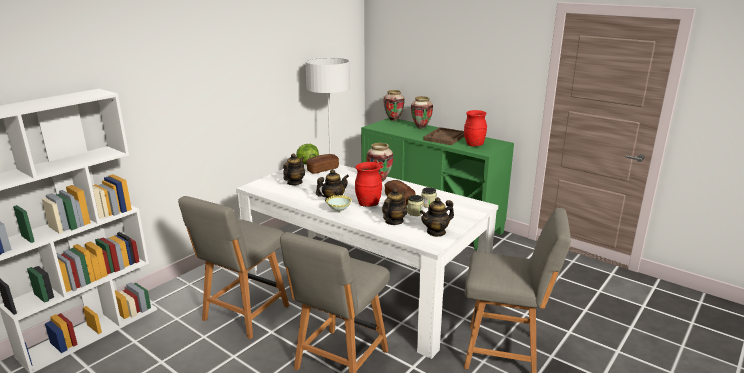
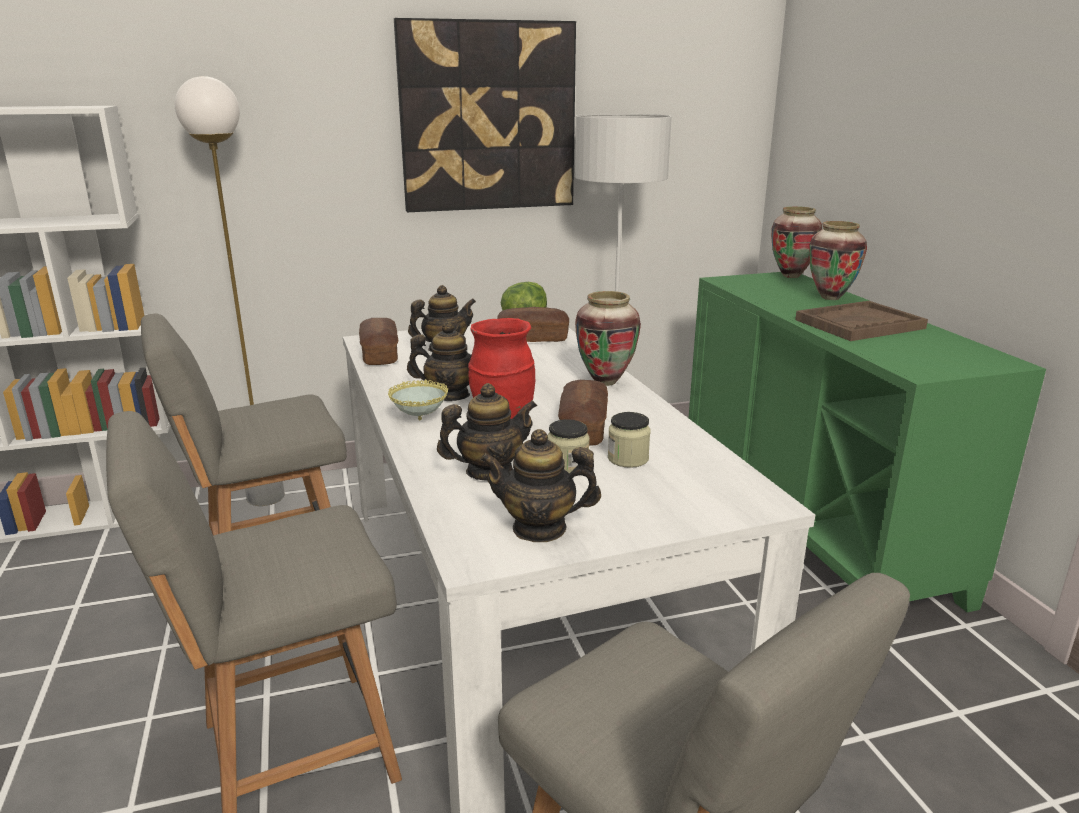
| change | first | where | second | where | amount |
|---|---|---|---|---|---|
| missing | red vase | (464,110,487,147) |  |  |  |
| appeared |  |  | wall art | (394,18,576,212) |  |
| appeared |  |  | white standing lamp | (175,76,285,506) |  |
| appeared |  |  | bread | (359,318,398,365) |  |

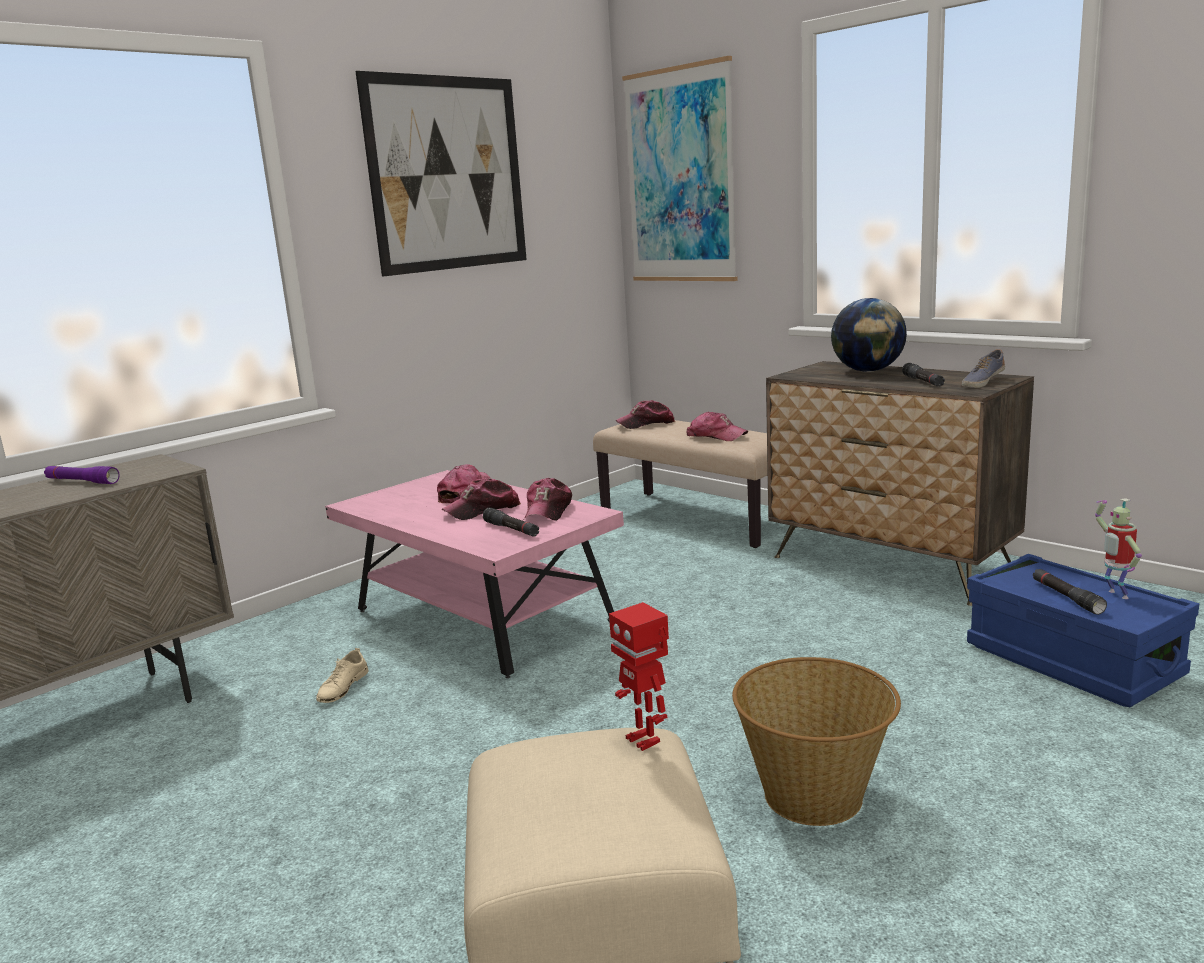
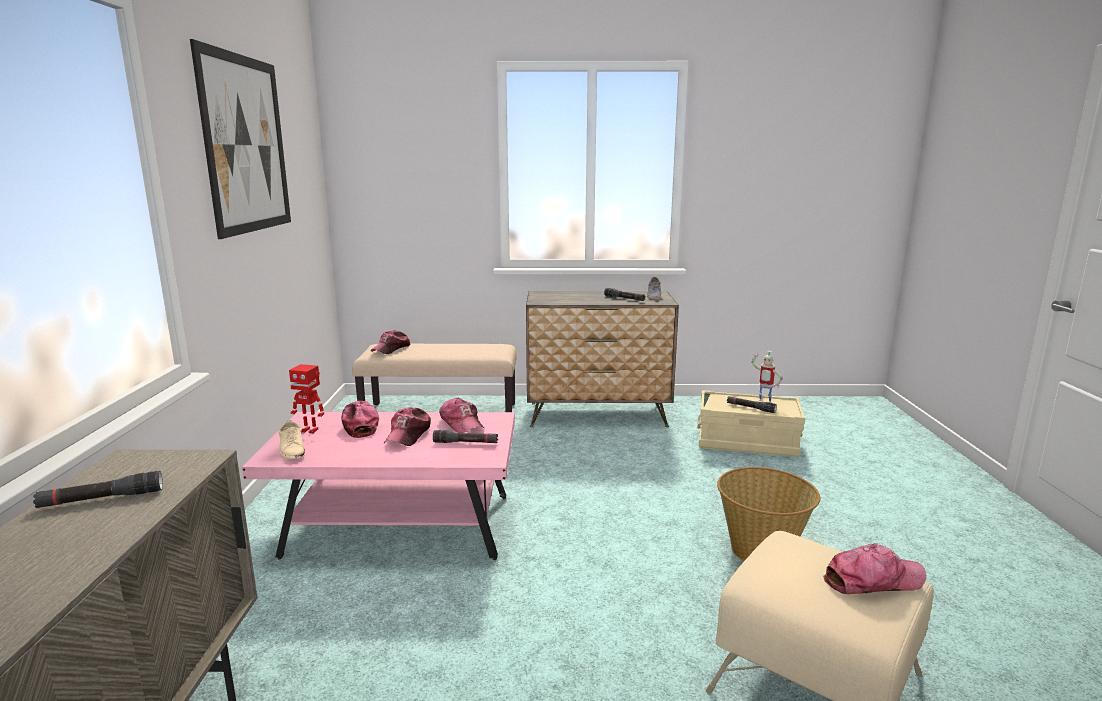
| change | first | where | second | where | amount |
|---|---|---|---|---|---|
| missing | wall art | (622,56,738,281) |  |  |  |
| missing | globe | (831,298,907,372) |  |  |  |
| relocated | cap | (686,411,748,441) |  | (823,543,926,594) |  |
| colour | purplish hand torch | (44,466,120,484) | black hand torch | (33,471,163,508) |  |
| colour | bluish storage container | (967,554,1199,707) | beige-coloured storage container | (697,390,805,457) |  |
| relocated | robot figure | (609,602,669,751) |  | (289,364,324,434) |  |
| relocated | beige-coloured shoe | (316,648,369,703) |  | (279,420,305,459) |  |

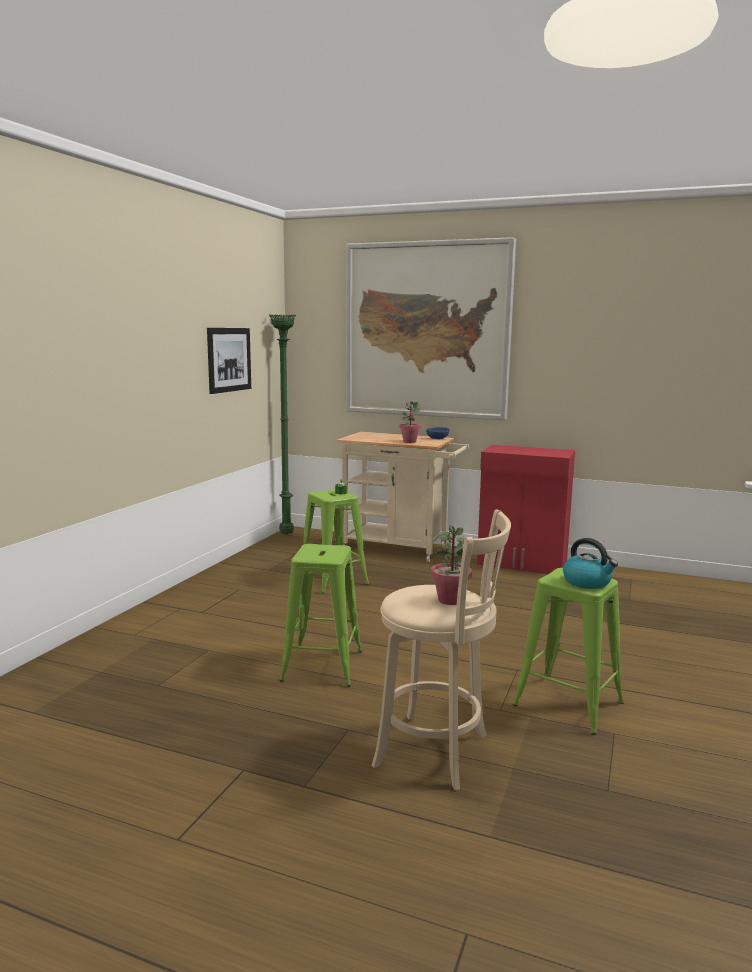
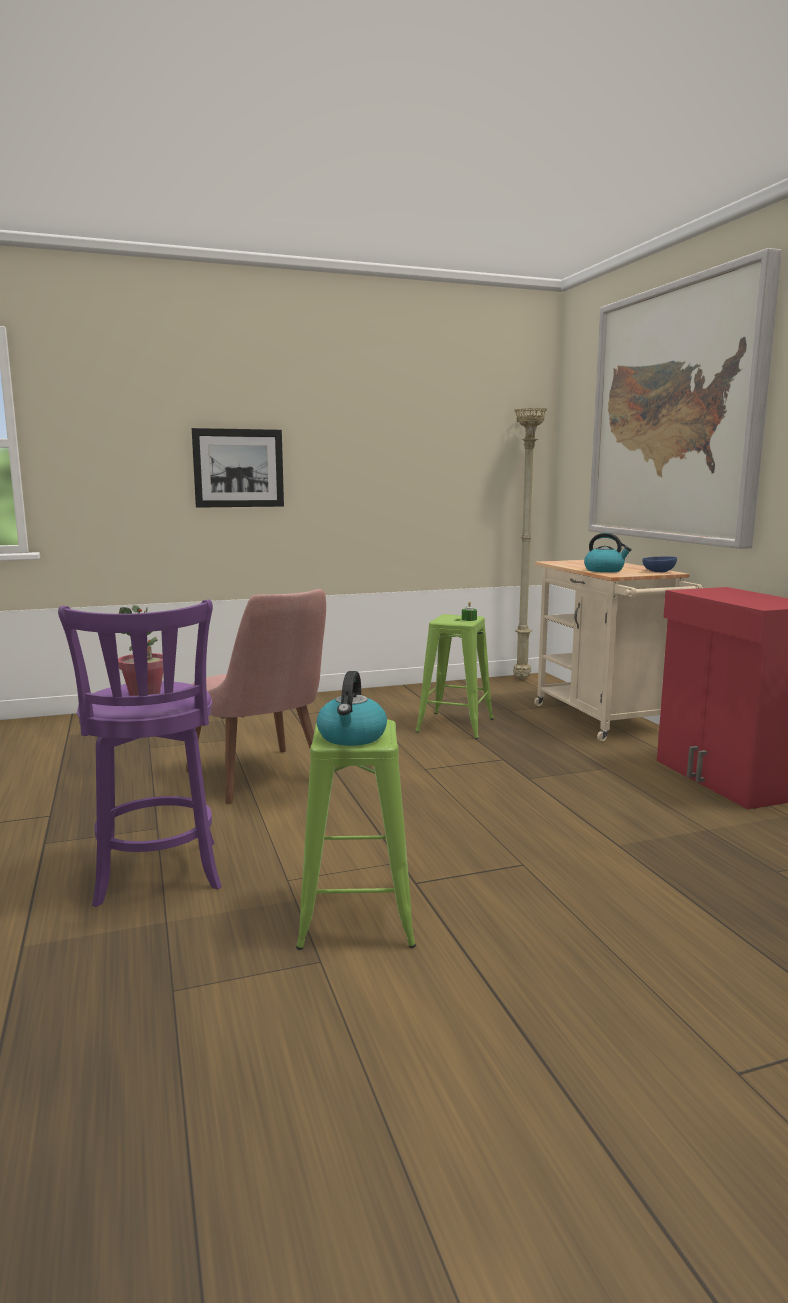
| change | first | where | second | where | amount |
|---|---|---|---|---|---|
| colour | green-coloured standing lamp | (269,314,296,535) | beige-coloured standing lamp | (513,407,547,679) |  |
| relocated | wall art | (207,328,251,394) |  | (192,428,284,508) |  |
| exchanged | plant in a pot | (399,401,421,443) | kettle | (584,533,632,572) |  |
| colour | beige-coloured stool | (372,509,511,791) | purplish stool | (58,599,222,907) |  |
| exchanged | green-coloured stool | (279,544,362,687) | pink-coloured plain chair | (186,589,326,804) |  |

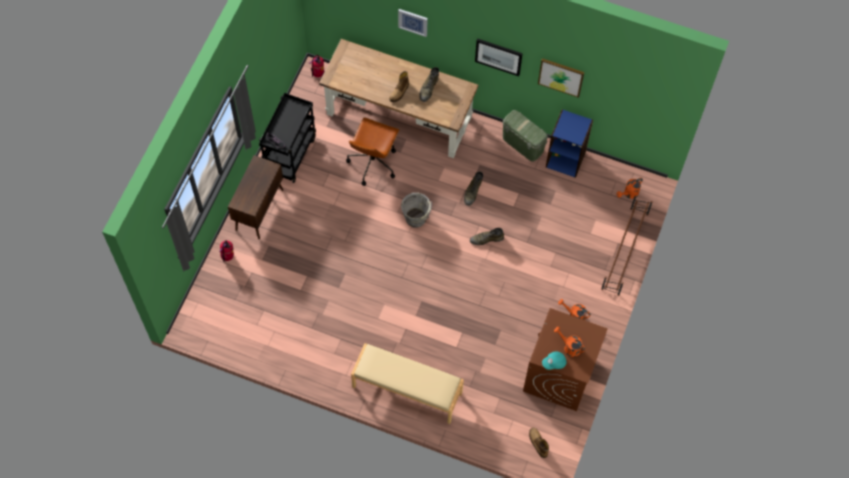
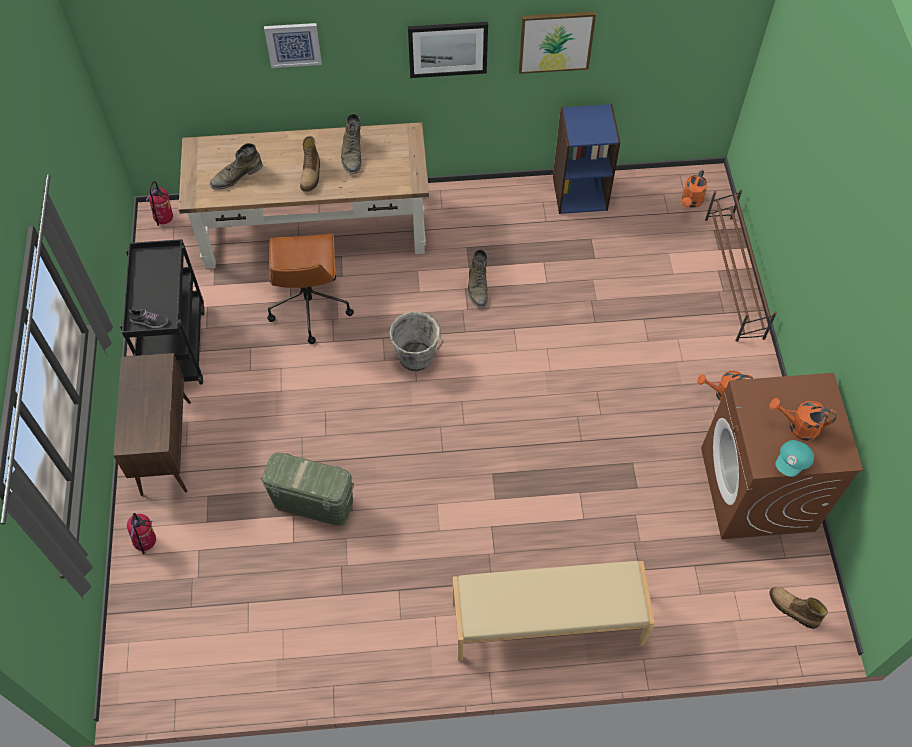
| change | first | where | second | where | amount |
|---|---|---|---|---|---|
| relocated | green-coloured storage container | (502,110,548,162) |  | (261,452,354,526) |  |
| relocated | green-coloured boot | (470,228,504,245) |  | (210,143,263,190) |  |

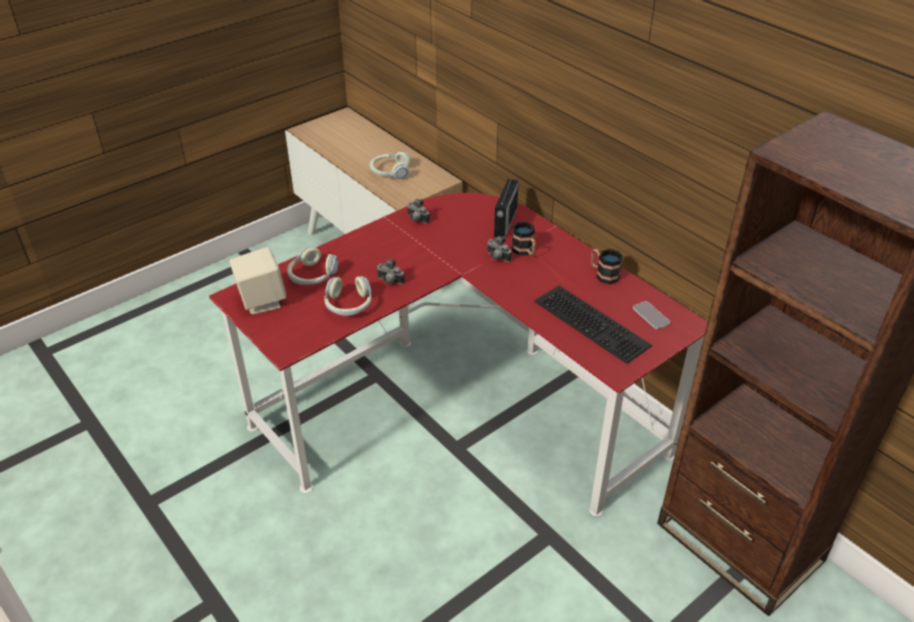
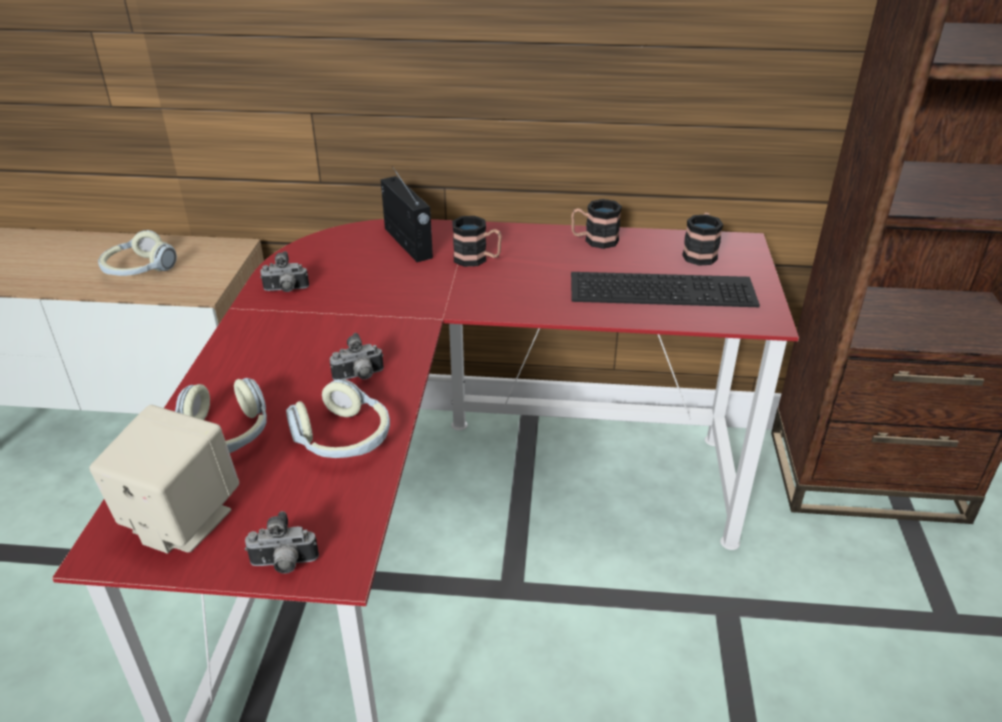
| change | first | where | second | where | amount |
|---|---|---|---|---|---|
| relocated | photo camera | (487,236,512,262) |  | (245,511,319,574) |  |
| exchanged | telephone | (633,301,670,329) | tea mug | (682,213,723,266) |  |

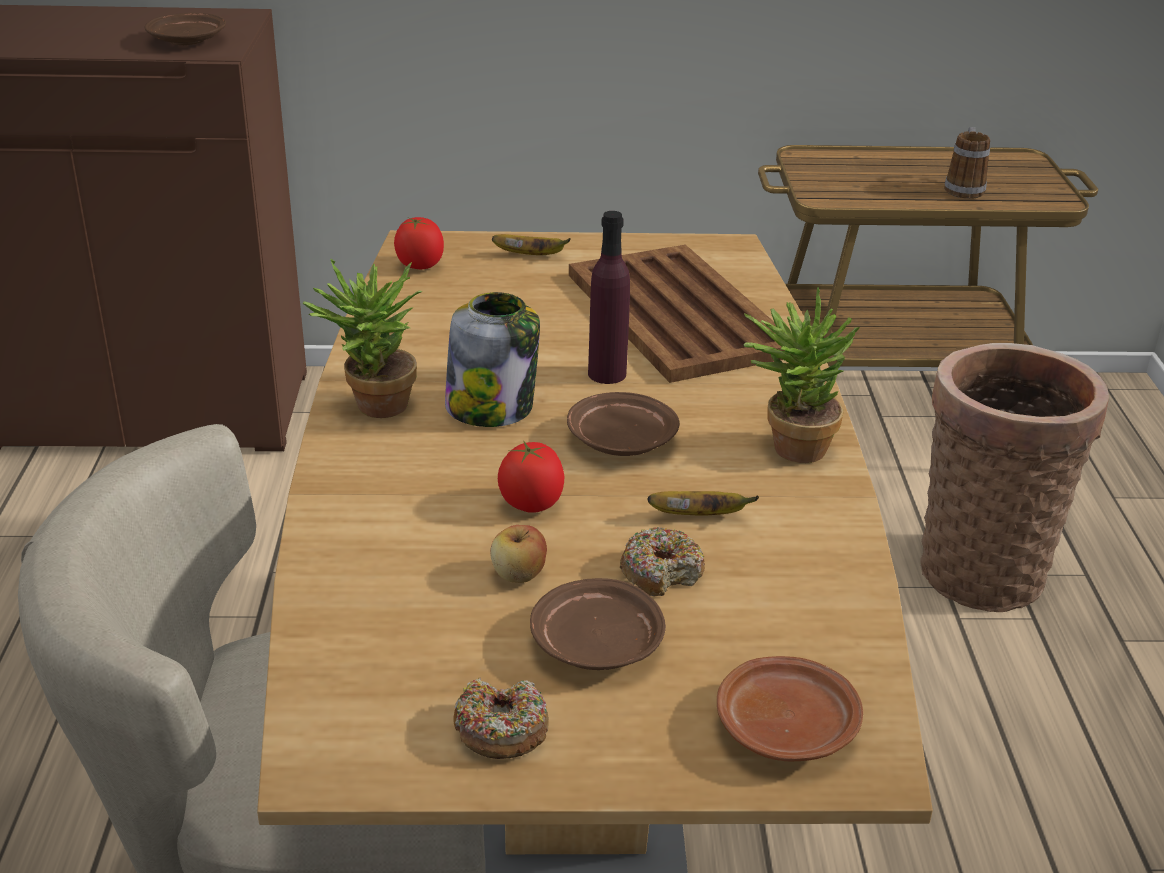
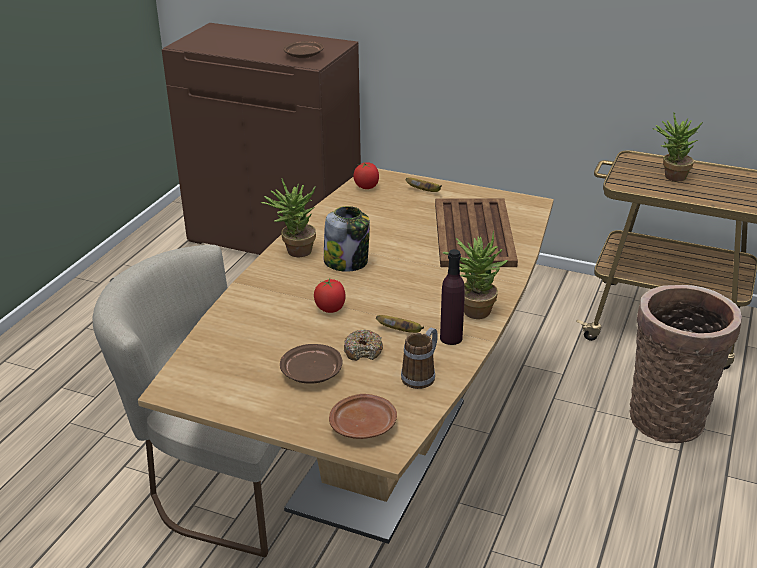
| change | first | where | second | where | amount |
|---|---|---|---|---|---|
| relocated | tea mug | (944,127,990,199) |  | (401,328,438,389) |  |
| relocated | purplish drink bottle | (588,211,630,384) |  | (440,249,465,345) |  |
| missing | brown dinner plate | (567,392,680,456) |  |  |  |
| missing | apple | (490,525,547,583) |  |  |  |
| missing | ring doughnut | (453,677,549,759) |  |  |  |
| appeared |  |  | plant in a pot | (653,112,703,181) |  |

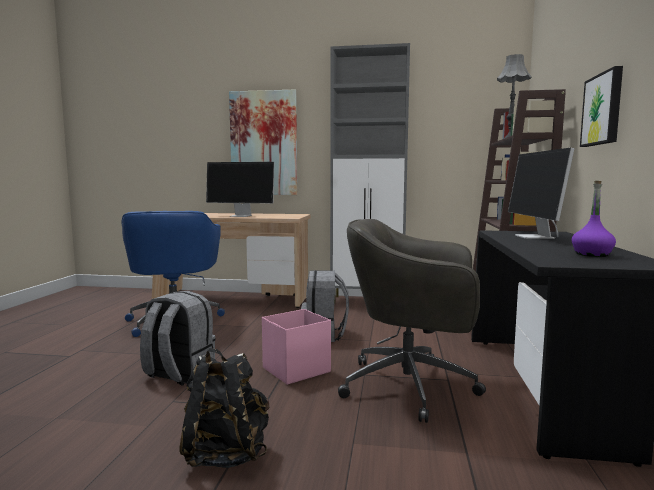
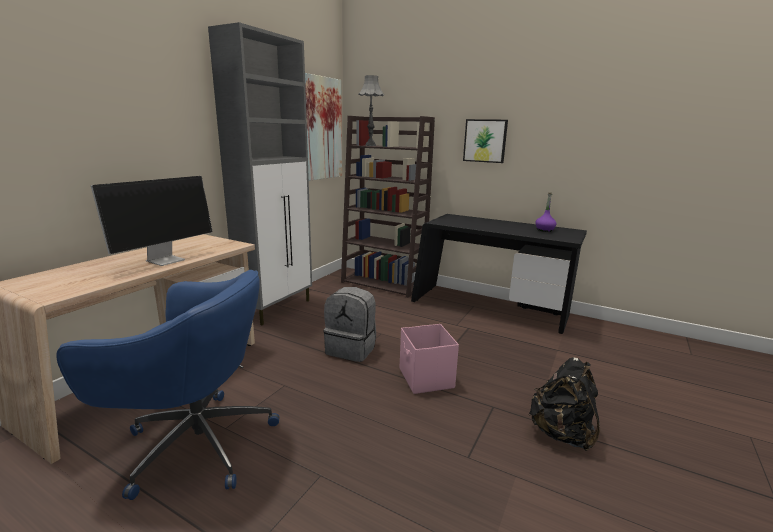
| change | first | where | second | where | amount |
|---|---|---|---|---|---|
| relocated | wall art | (229,90,297,195) |  | (305,73,342,181) |  |
| missing | computer display | (508,148,574,239) |  |  |  |
| missing | gray computer chair | (338,219,486,423) |  |  |  |
| missing | gray backpack | (140,291,216,385) |  |  |  |

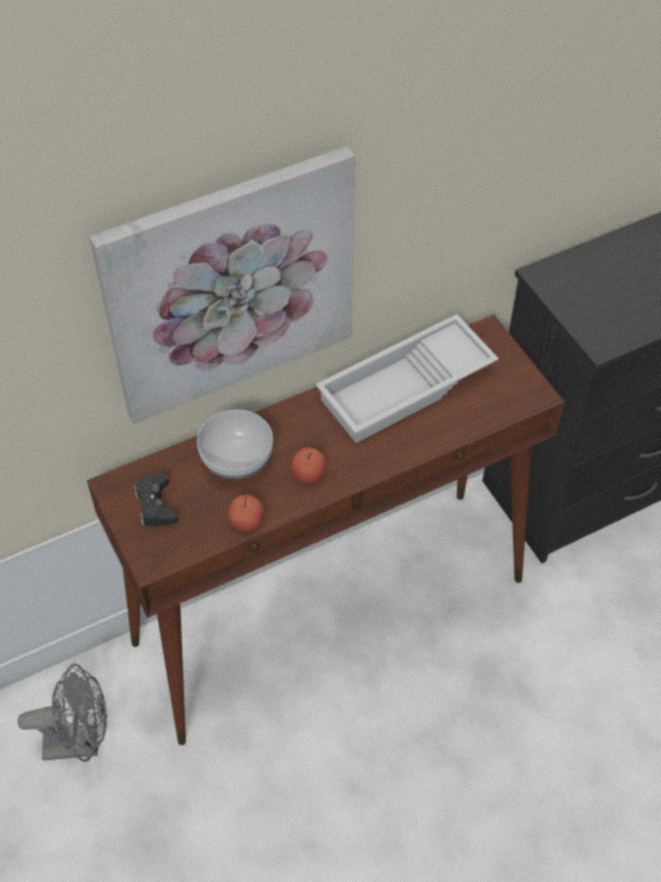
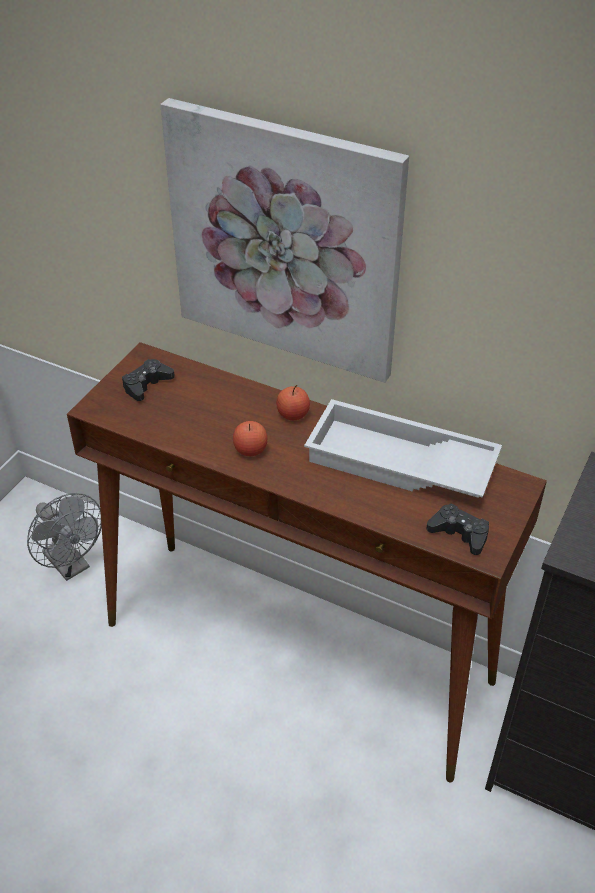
| change | first | where | second | where | amount |
|---|---|---|---|---|---|
| missing | bowl | (197,409,273,479) |  |  |  |
| relocated | apple | (228,495,264,532) |  | (276,385,310,420) |  |
| appeared |  |  | black game controller | (426,503,489,555) |  |

